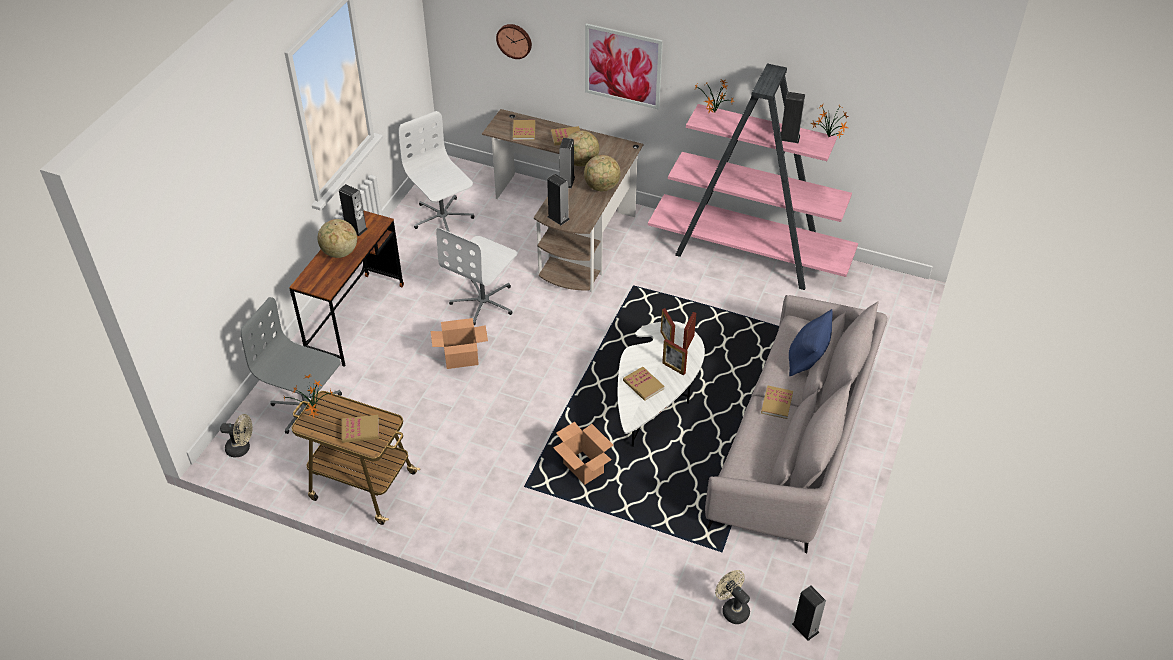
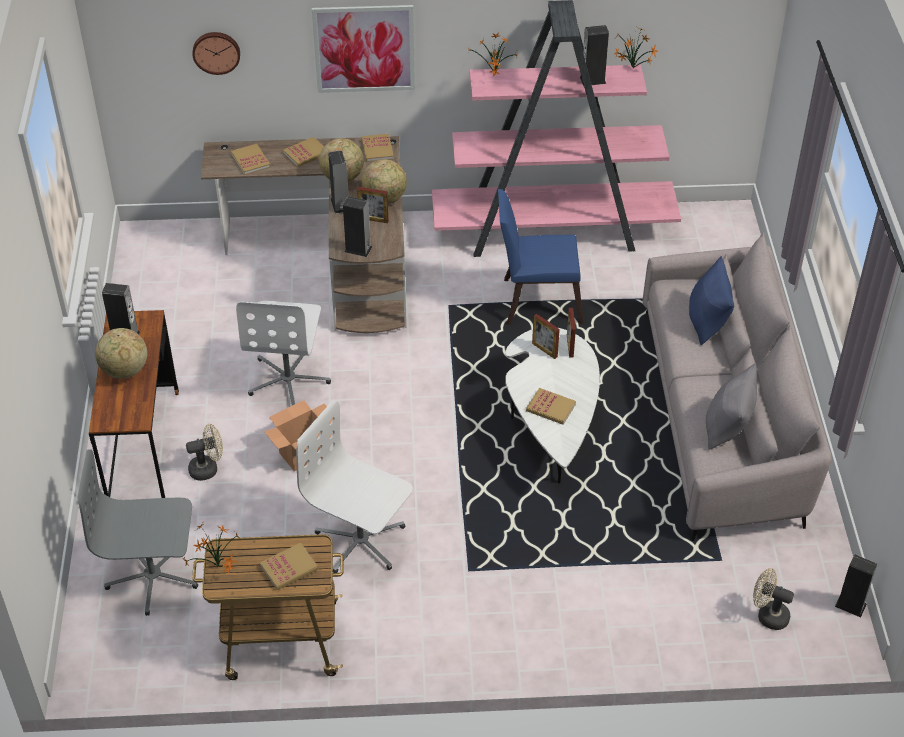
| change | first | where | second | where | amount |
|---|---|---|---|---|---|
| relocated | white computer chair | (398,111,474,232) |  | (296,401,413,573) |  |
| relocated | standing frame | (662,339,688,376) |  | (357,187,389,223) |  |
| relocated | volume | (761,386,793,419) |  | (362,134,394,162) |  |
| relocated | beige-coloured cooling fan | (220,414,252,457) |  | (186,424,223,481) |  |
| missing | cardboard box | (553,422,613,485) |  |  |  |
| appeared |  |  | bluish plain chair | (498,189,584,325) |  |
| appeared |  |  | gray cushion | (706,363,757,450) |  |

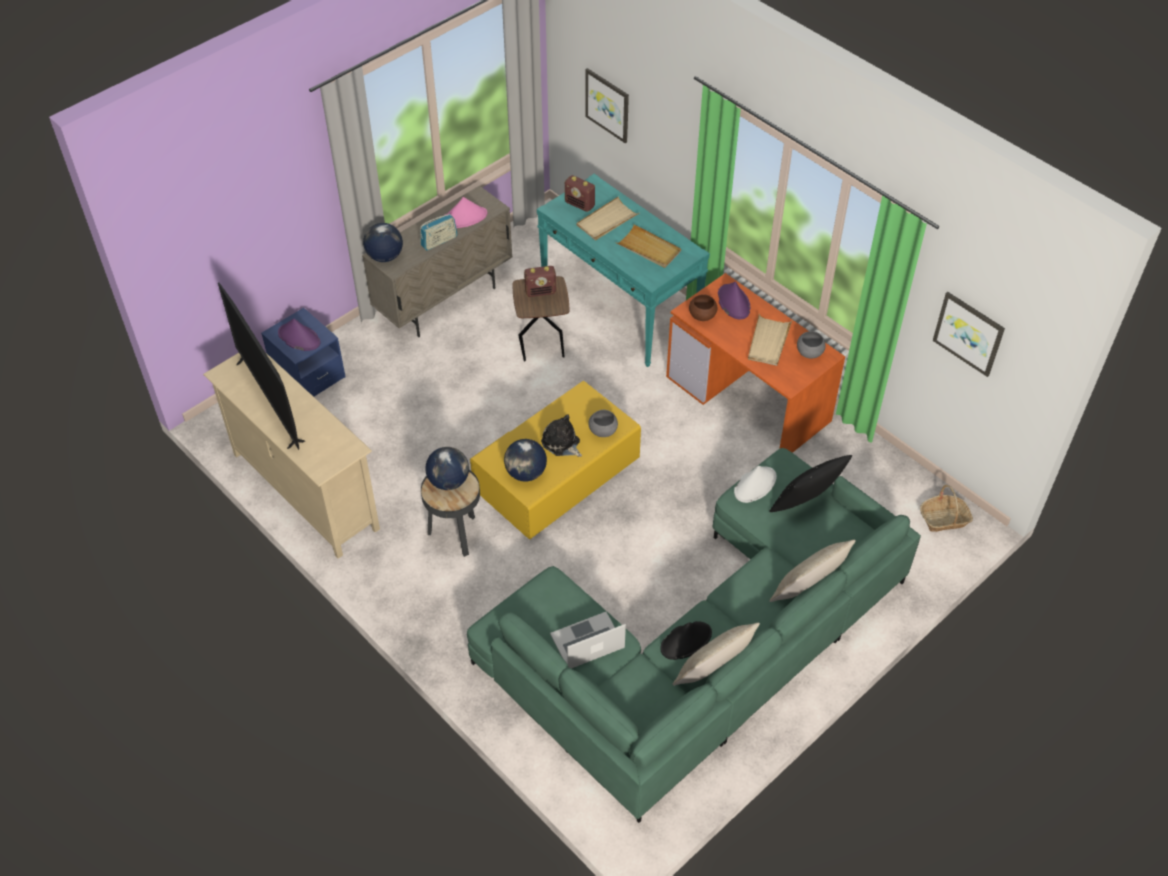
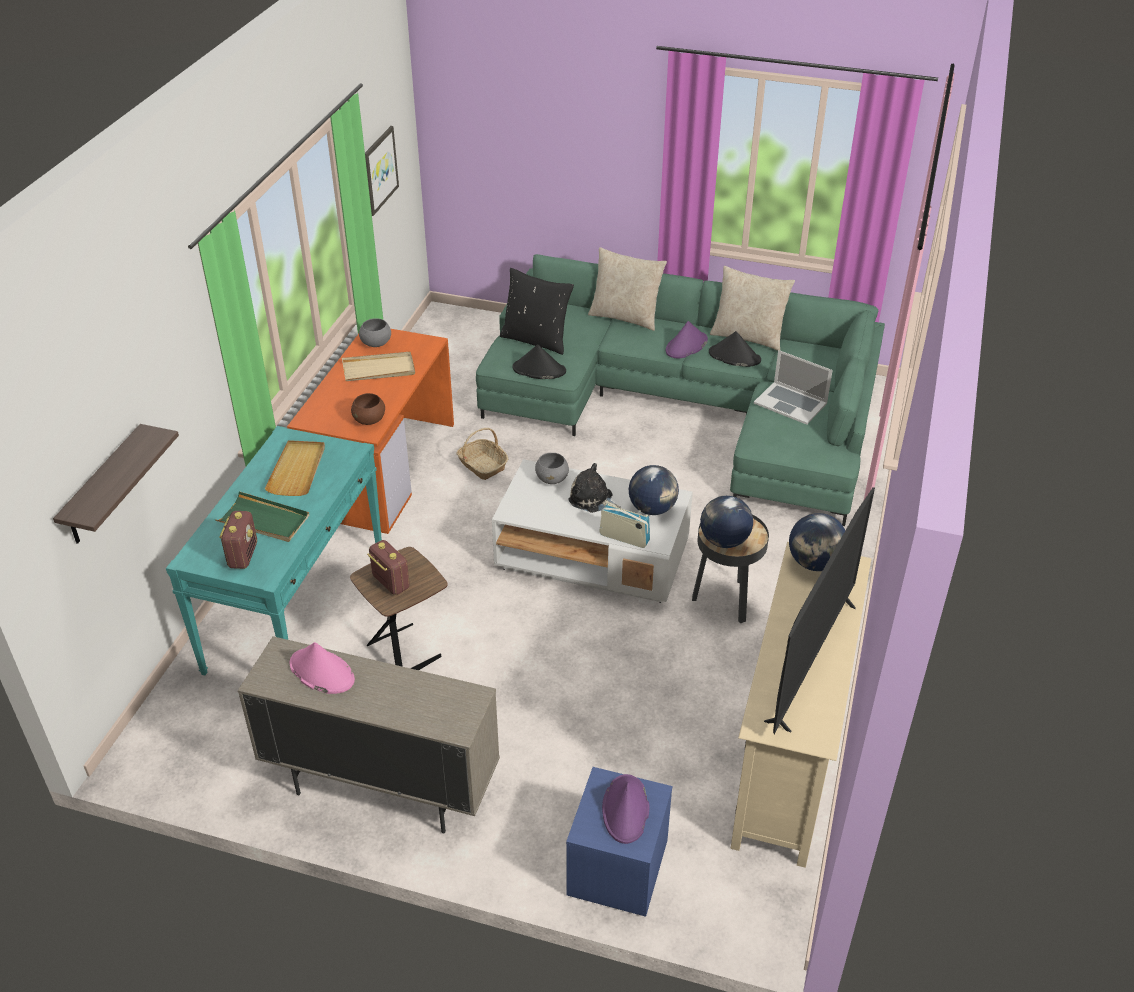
| change | first | where | second | where | amount |
|---|---|---|---|---|---|
| exchanged | wall art | (585,68,629,143) | shelf | (53,424,179,544) |  |
| colour | beige-coloured serving tray | (576,196,639,240) | green-coloured serving tray | (215,491,310,542) |  |
| relocated | radio receiver | (420,214,458,250) |  | (599,503,650,548) |  |
| relocated | globe | (363,223,403,262) |  | (789,513,845,571) |  |
| relocated | purplish wearable hat | (718,282,750,320) |  | (666,321,708,358) |  |
| colour | yellowish lounge table | (470,380,641,539) | white lounge table | (492,459,693,603) |  |
| spun | soft toy | (541,414,582,457) |  | (568,463,621,513) | 105 degrees clockwise |
| colour | white wearable hat | (734,466,777,503) | black wearable hat | (512,344,566,379) |  |
| relocated | basket | (920,485,973,532) |  | (456,428,508,480) |  |

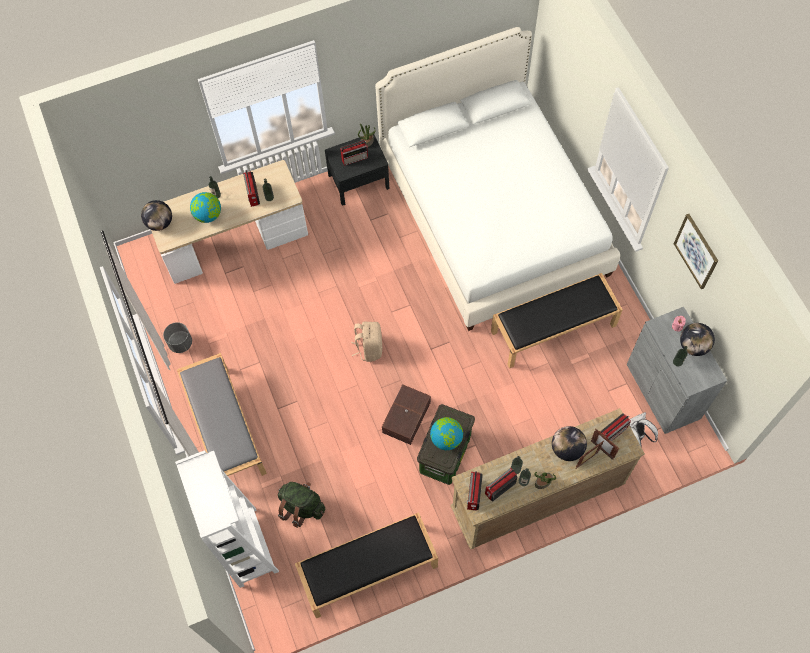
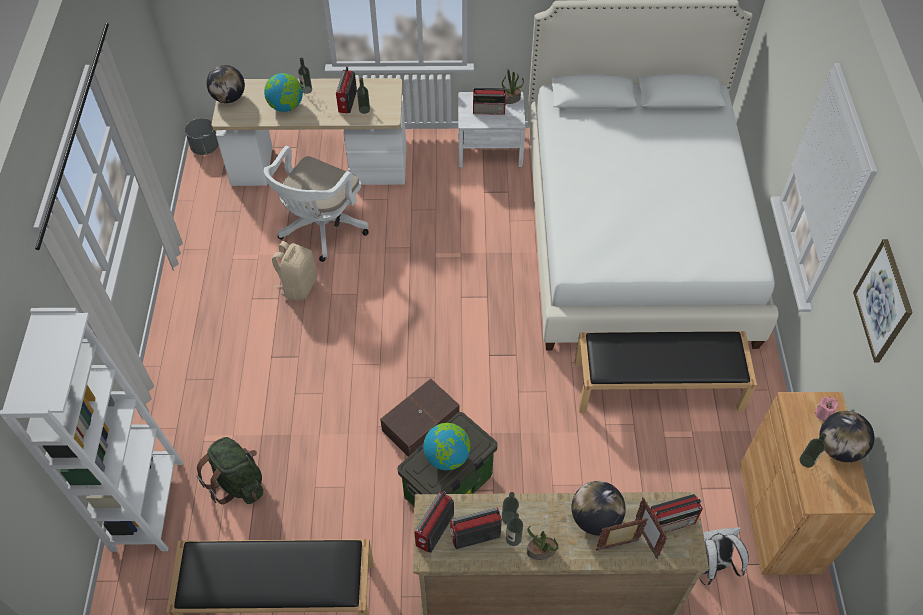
| change | first | where | second | where | amount |
|---|---|---|---|---|---|
| colour | black night table | (325,134,389,205) | white night table | (458,92,526,168) |  |
| colour | gray storage cabinet | (627,307,727,434) | brown storage cabinet | (740,392,875,575) |  |
| relocated | gray planter | (163,322,192,353) |  | (185,118,219,155) |  |
| relocated | beige-coloured backpack | (351,322,382,362) |  | (272,241,317,301) |  |
| missing | gray bench | (177,353,267,476) |  |  |  |
| appeared |  |  | white computer chair | (264,146,369,262) |  |

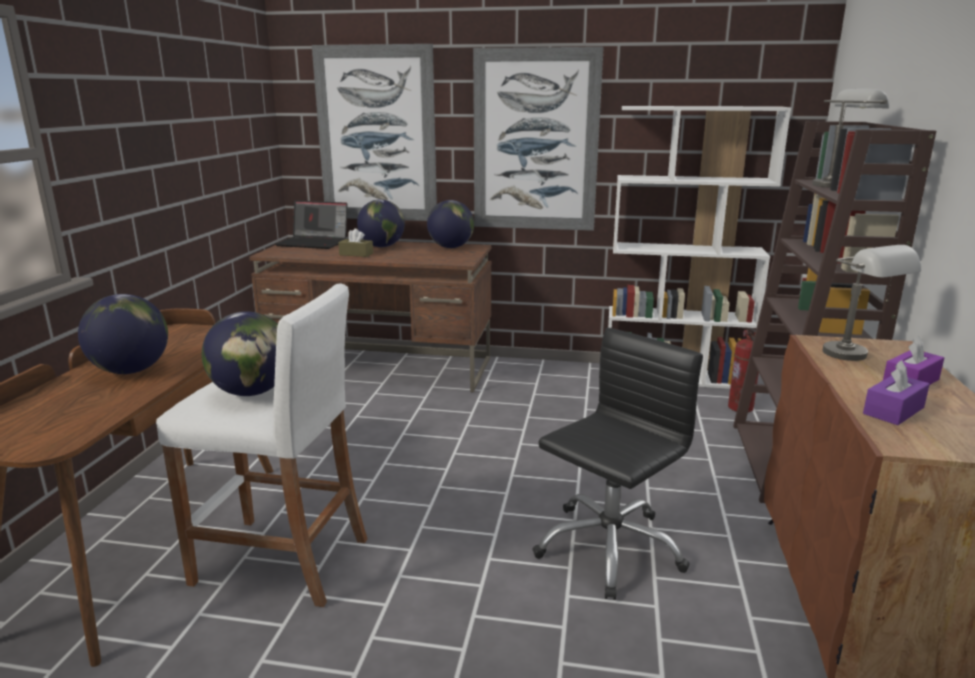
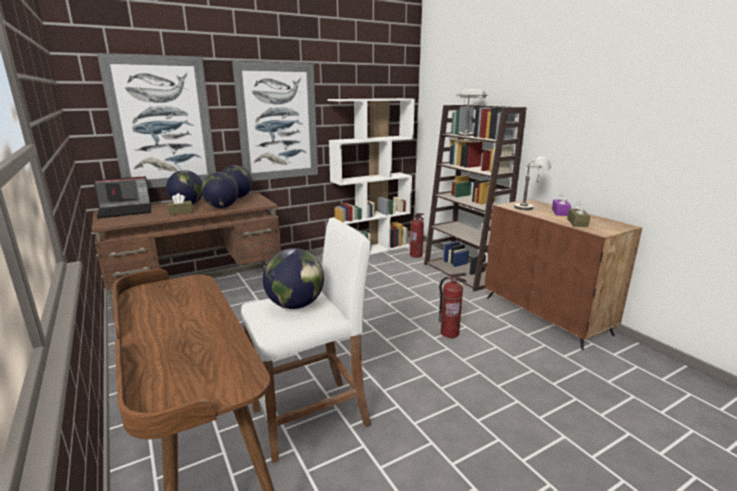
| change | first | where | second | where | amount |
|---|---|---|---|---|---|
| relocated | globe | (78,294,168,374) |  | (201,172,239,208) |  |
| exchanged | black computer chair | (532,327,703,600) | fire extinguisher | (439,273,467,338) |  |
| colour | purplish tissue box | (863,360,930,425) | brown tissue box | (567,201,590,227) |  |

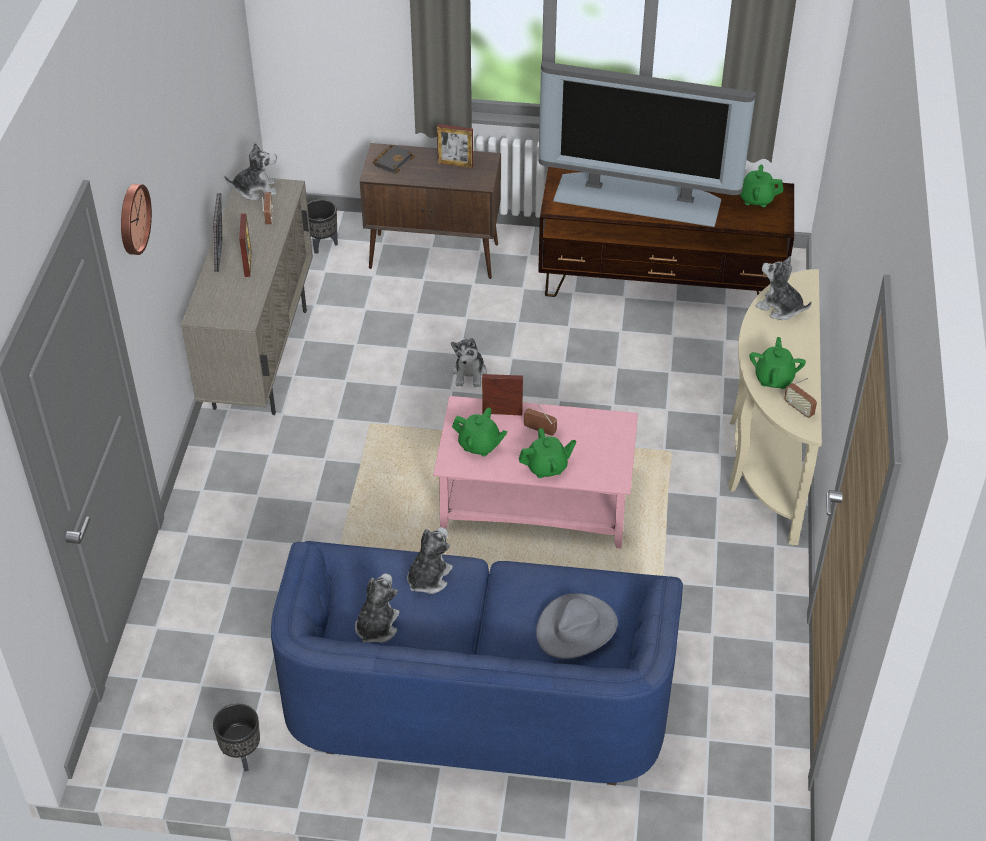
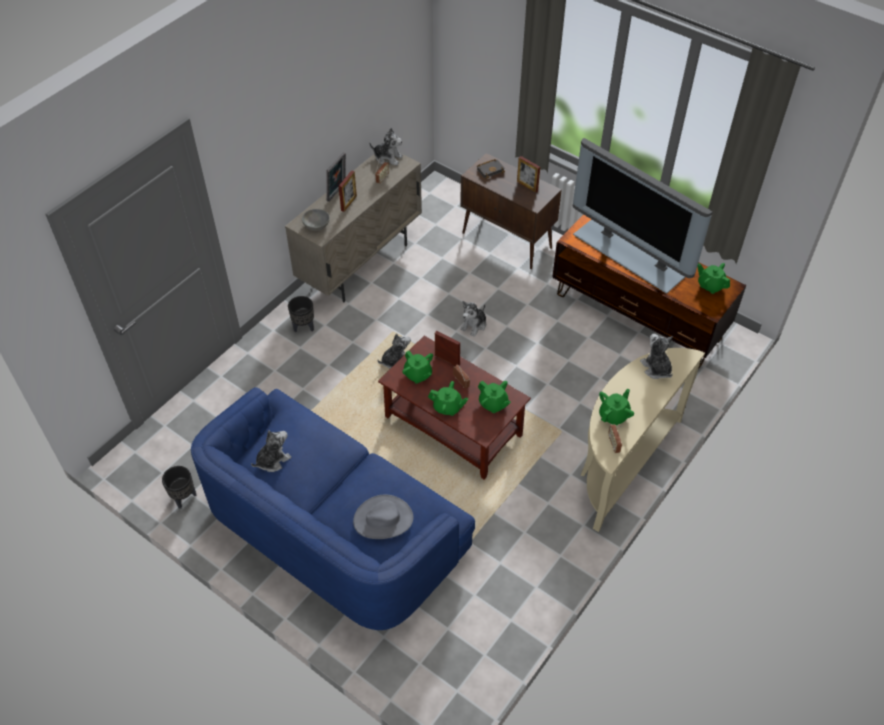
| change | first | where | second | where | amount |
|---|---|---|---|---|---|
| missing | wall clock | (121,184,152,255) |  |  |  |
| relocated | black planter | (307,200,338,254) |  | (288,296,314,332) |  |
| colour | pink-coloured lounge table | (433,396,638,549) | brown lounge table | (378,335,531,479) |  |
| relocated | soft toy | (407,527,453,594) |  | (377,333,411,369) |  |
| appeared |  |  | gray bowl | (302,209,330,231) |  |
| appeared |  |  | green-coloured pot for tea | (478,380,511,413) |  |

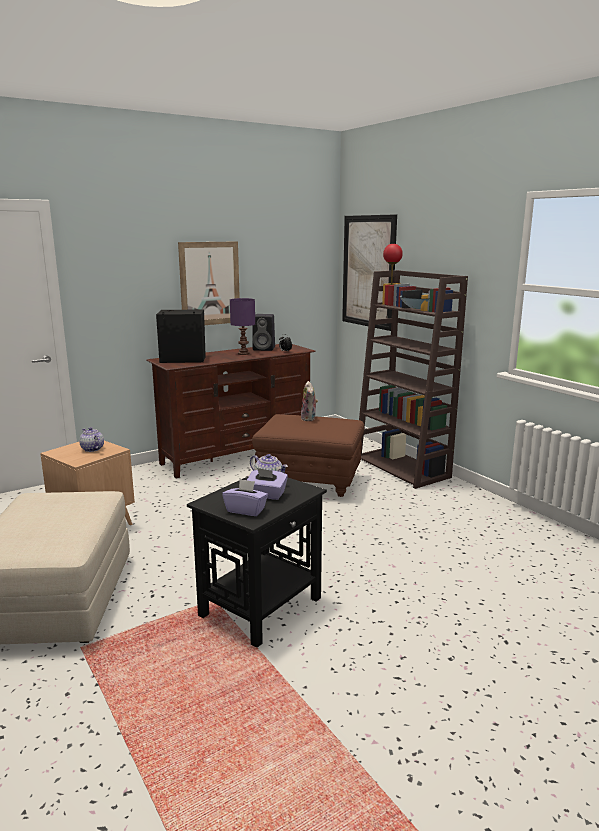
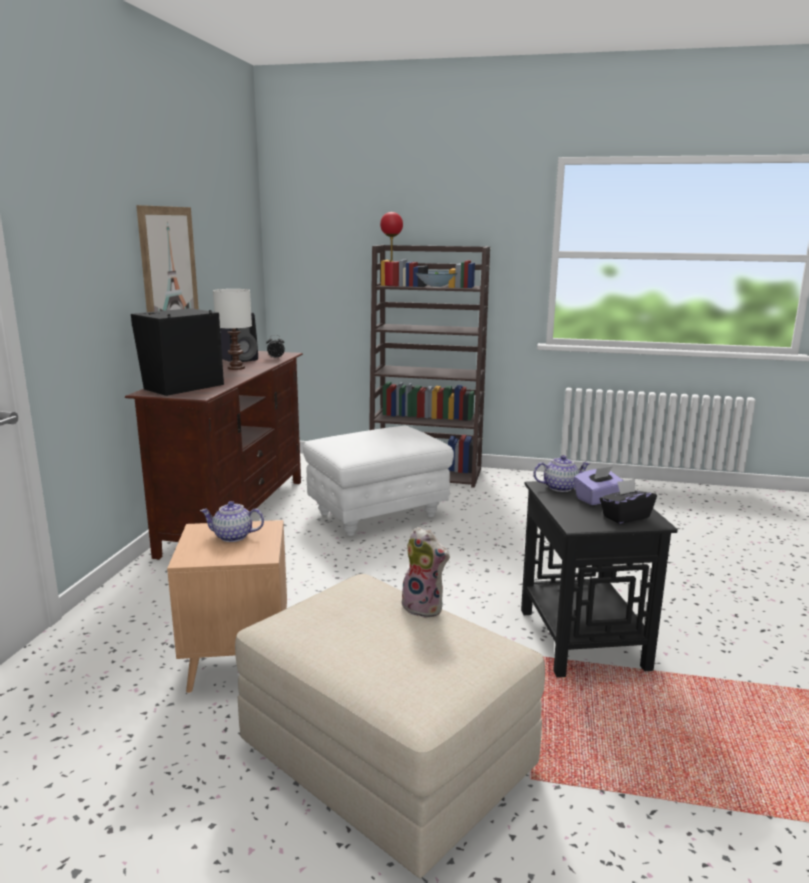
| change | first | where | second | where | amount |
|---|---|---|---|---|---|
| missing | wall art | (342,214,397,331) |  |  |  |
| colour | purplish lamp for a table | (230,298,255,355) | white lamp for a table | (213,289,252,370) |  |
| relocated | soft toy | (301,381,318,421) |  | (401,527,450,618) |  |
| colour | brown footrest | (252,414,364,497) | white footrest | (303,425,454,536) |  |
| colour | purplish tissue box | (222,479,268,516) | black tissue box | (600,479,657,524) |  |

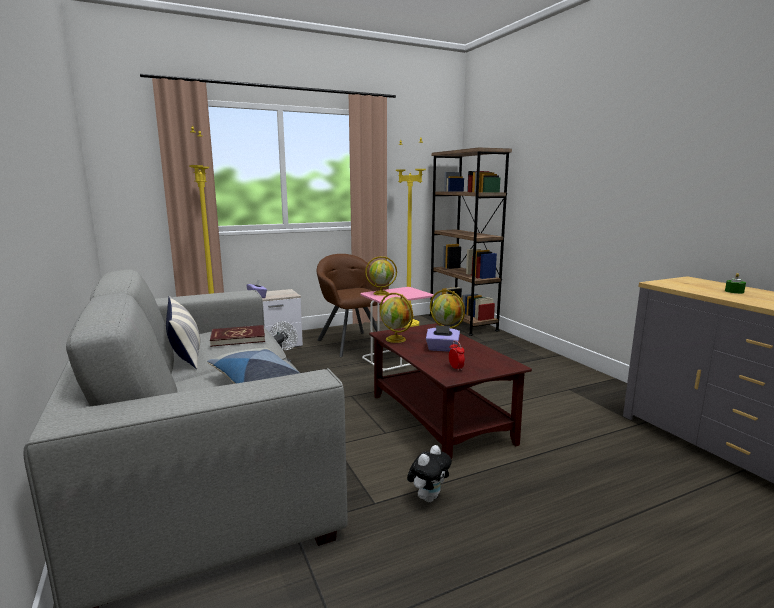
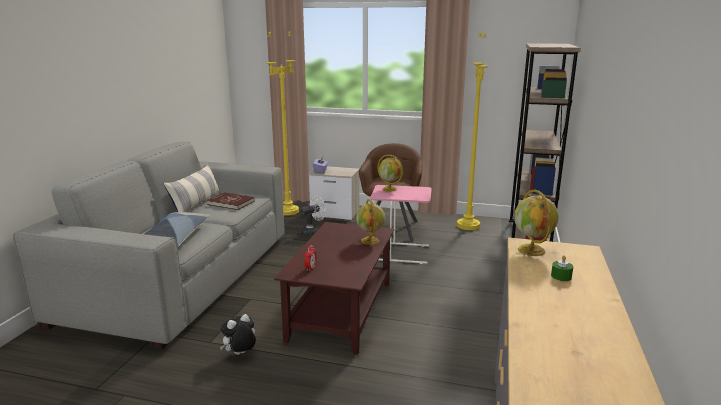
| change | first | where | second | where | amount |
|---|---|---|---|---|---|
| relocated | globe | (380,293,413,343) |  | (514,189,559,256) |  |
| missing | purplish tissue box | (426,325,460,352) |  |  |  |
| spun | soft toy | (407,445,452,502) |  | (220,314,256,355) | 150 degrees clockwise |

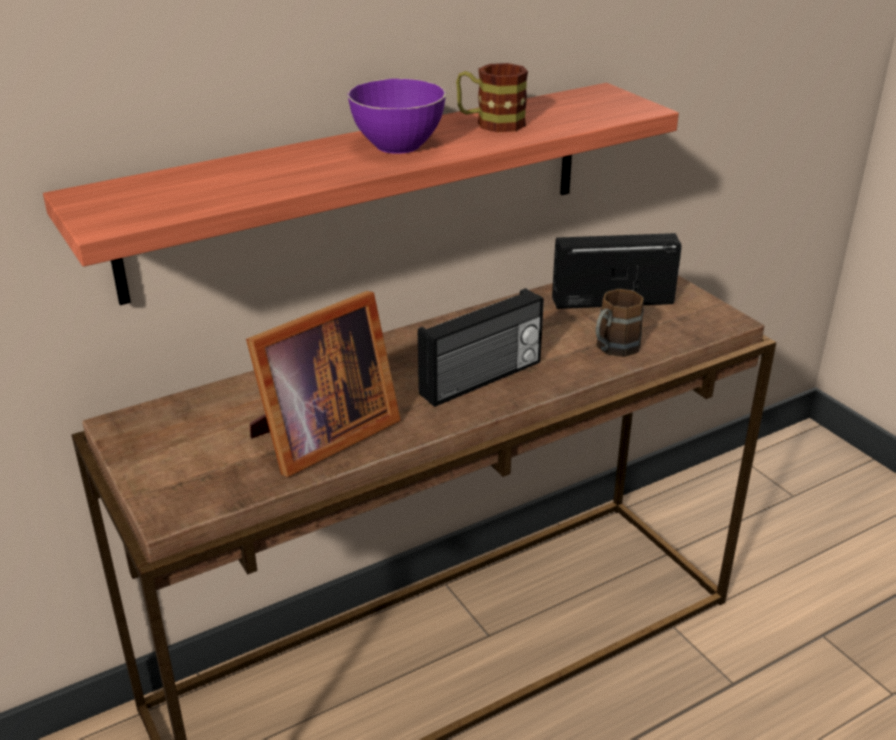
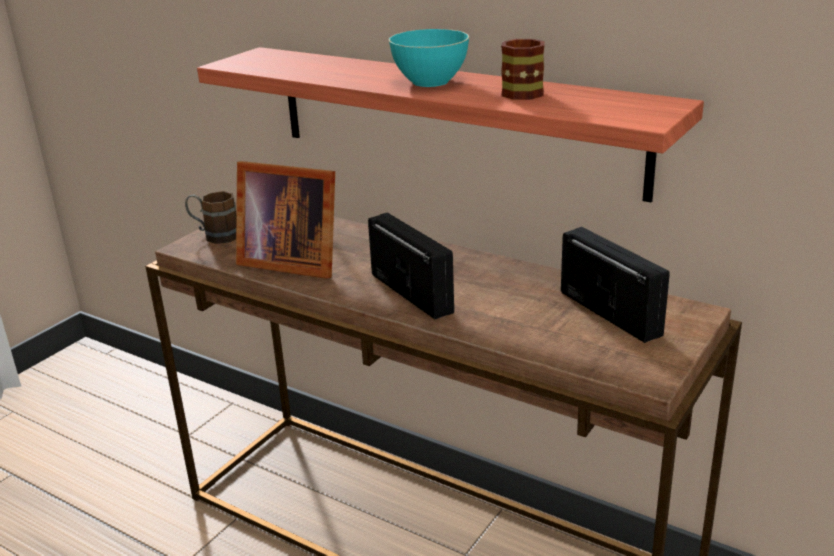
| change | first | where | second | where | amount |
|---|---|---|---|---|---|
| colour | purplish bowl | (348,79,446,154) | blue-green bowl | (389,29,469,87) |  |
| spun | radio receiver | (418,288,544,407) |  | (368,213,454,319) | 150 degrees counterclockwise |
| relocated | brown tea mug | (596,289,644,357) |  | (185,191,236,244) |  |

